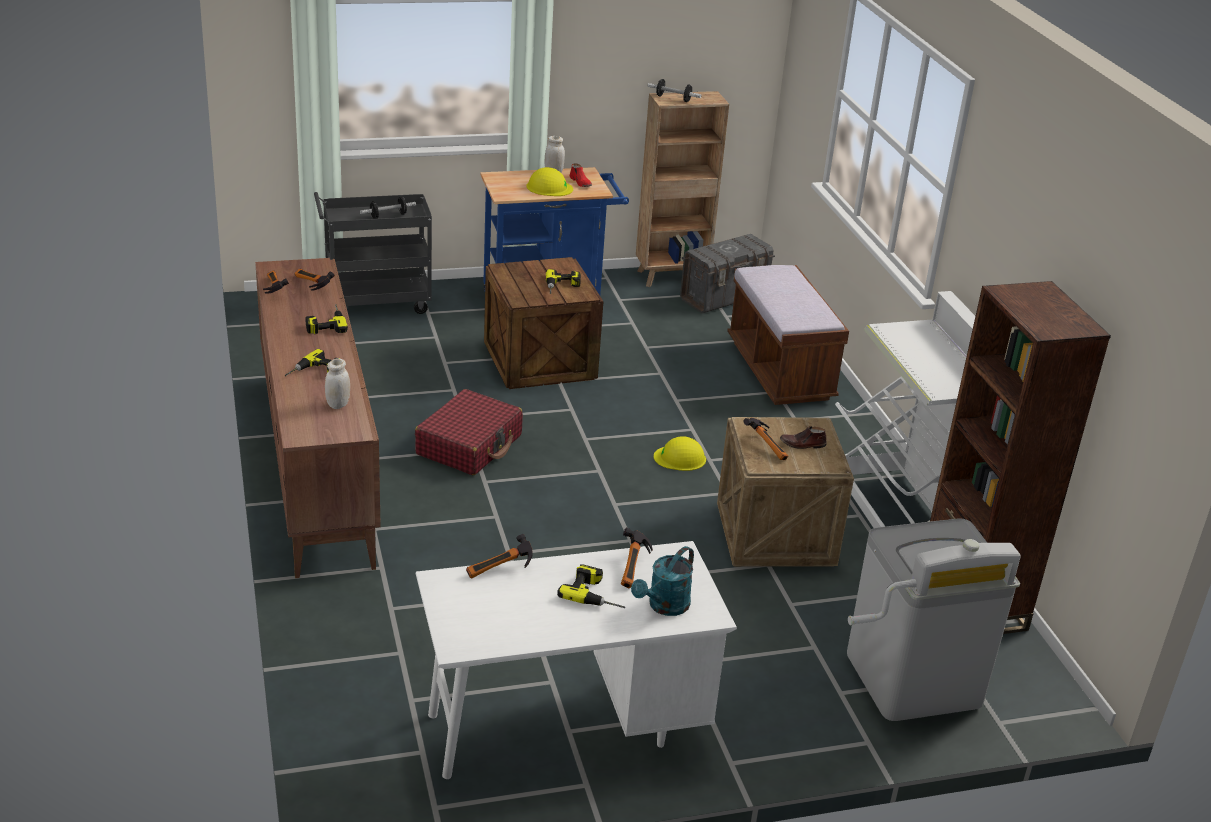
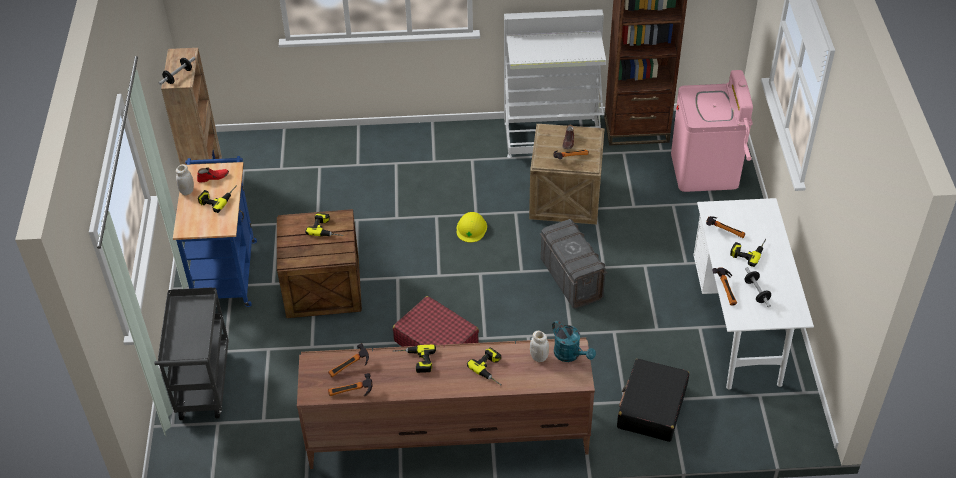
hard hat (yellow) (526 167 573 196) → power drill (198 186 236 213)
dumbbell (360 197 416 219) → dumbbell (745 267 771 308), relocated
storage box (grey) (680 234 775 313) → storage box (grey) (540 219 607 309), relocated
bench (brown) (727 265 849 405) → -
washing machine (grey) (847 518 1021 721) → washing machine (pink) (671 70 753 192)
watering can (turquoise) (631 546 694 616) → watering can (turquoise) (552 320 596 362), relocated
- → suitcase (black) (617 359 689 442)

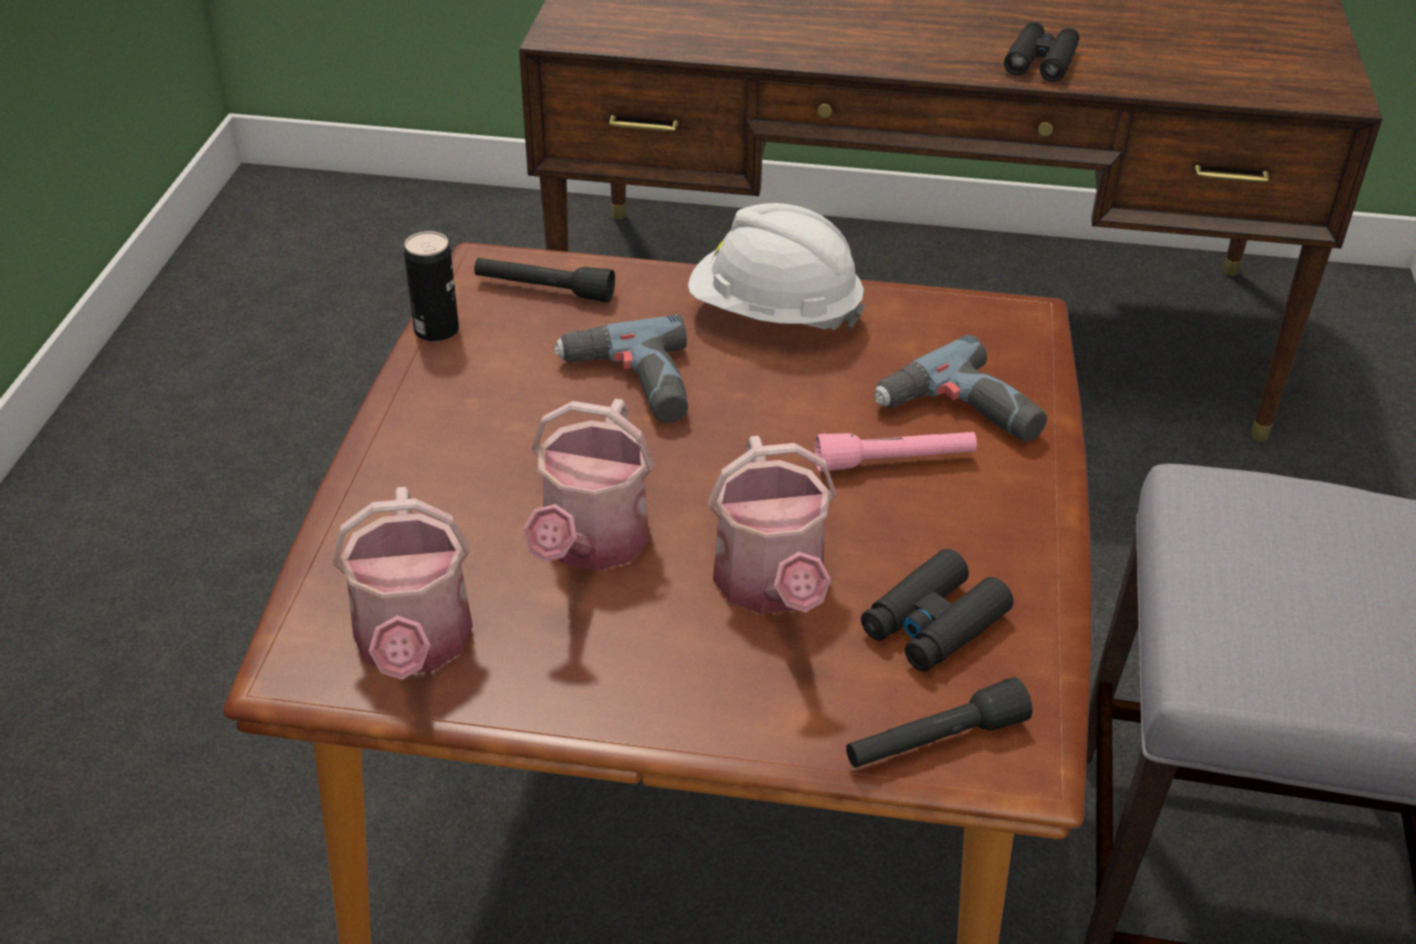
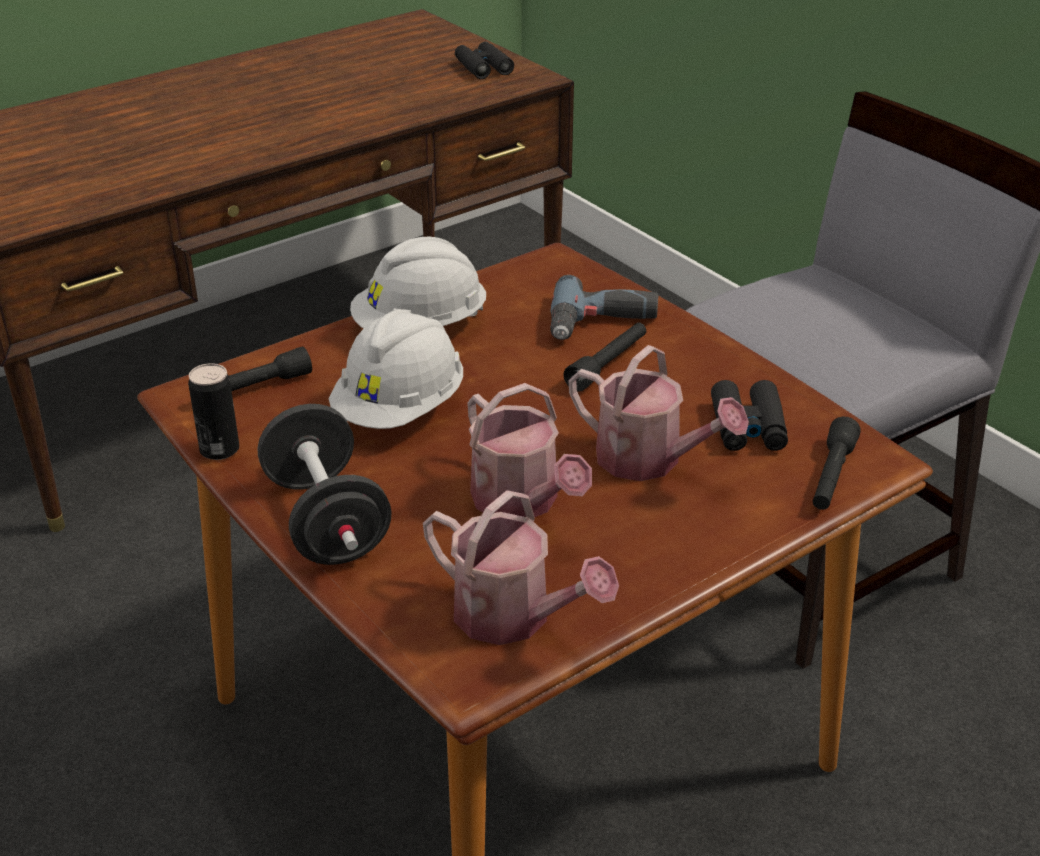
binoculars (black) (1004 22 1079 82) → binoculars (black) (455 41 514 79), relocated
power drill (553 315 688 423) → hard hat (white) (329 310 463 429)
flashlight (pink) (814 432 977 472) → flashlight (black) (563 323 646 392)
- → dumbbell (black) (258 404 392 565)

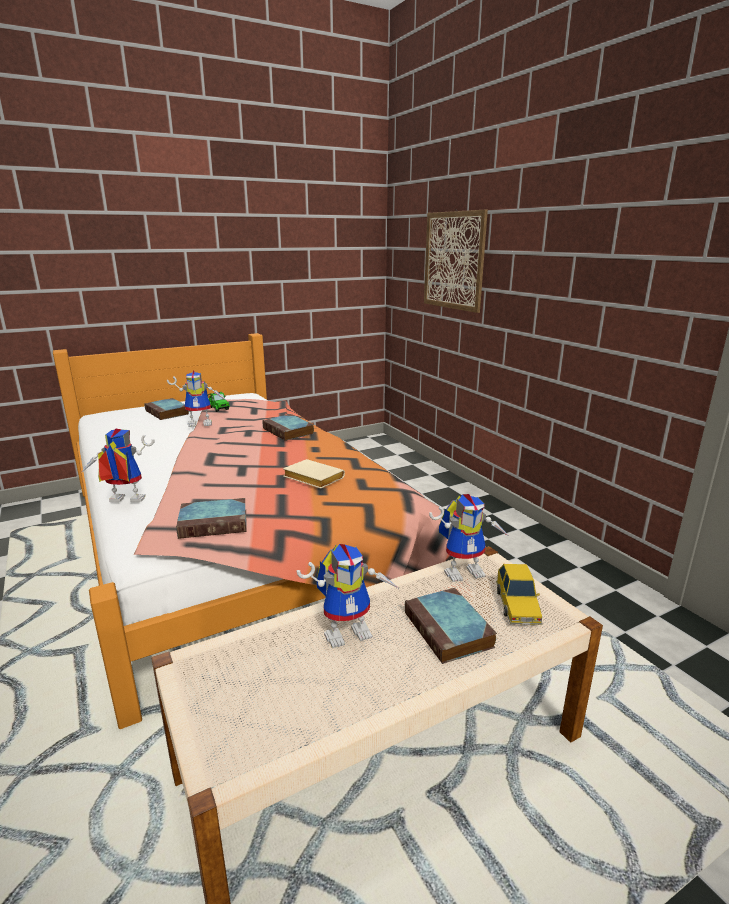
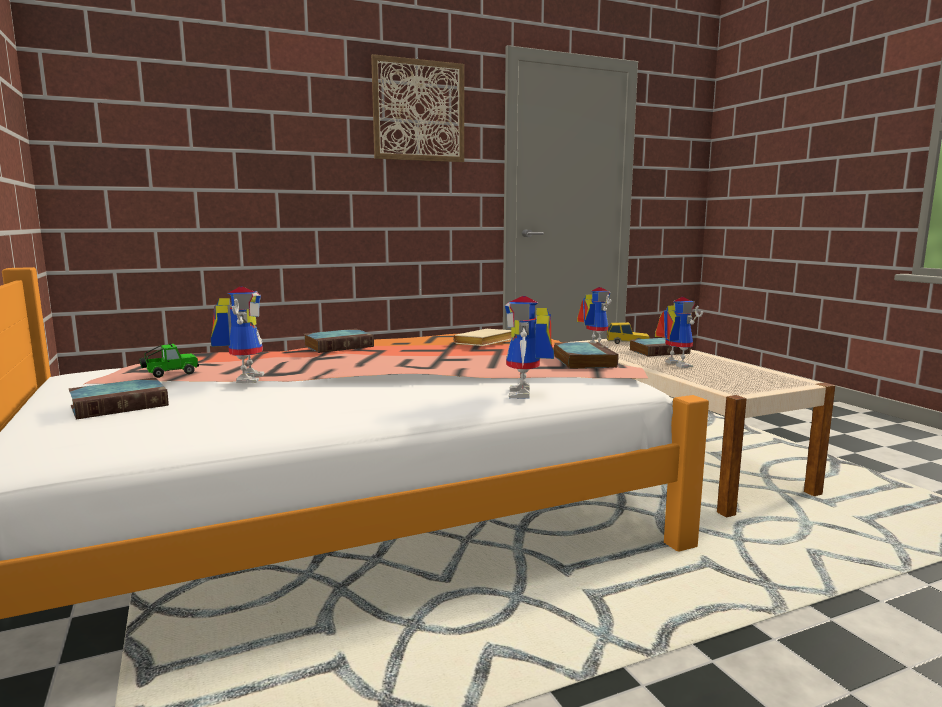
picture (424 210 488 313) → picture (371 54 464 162), relocated

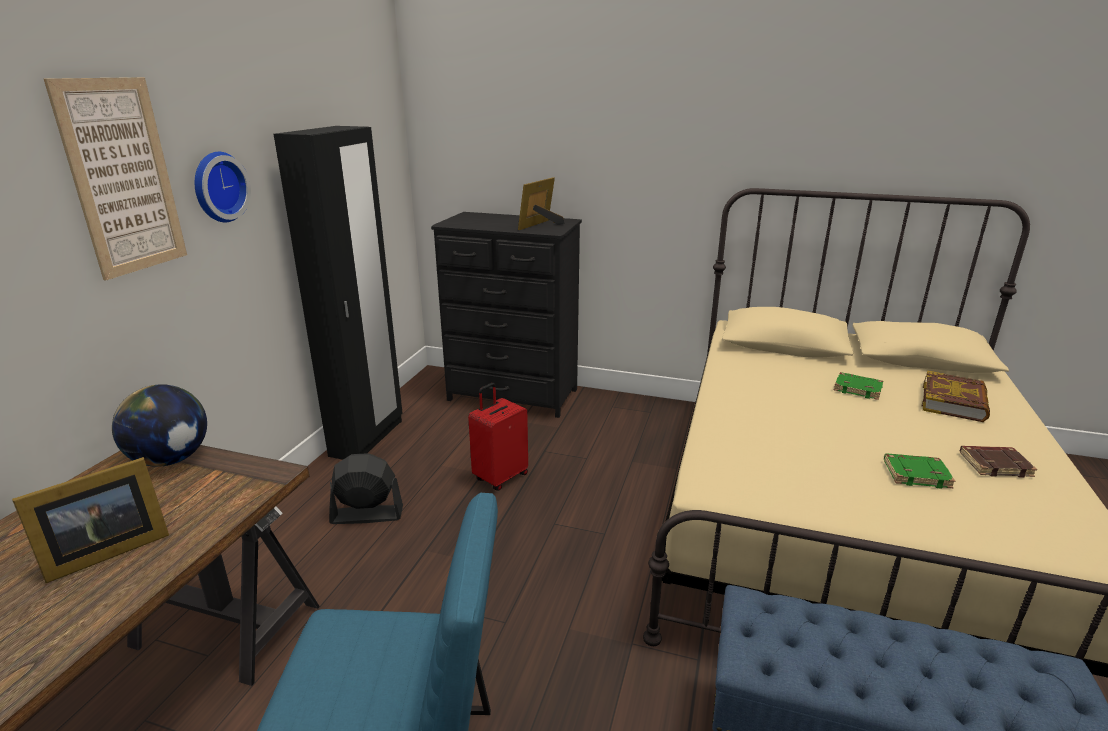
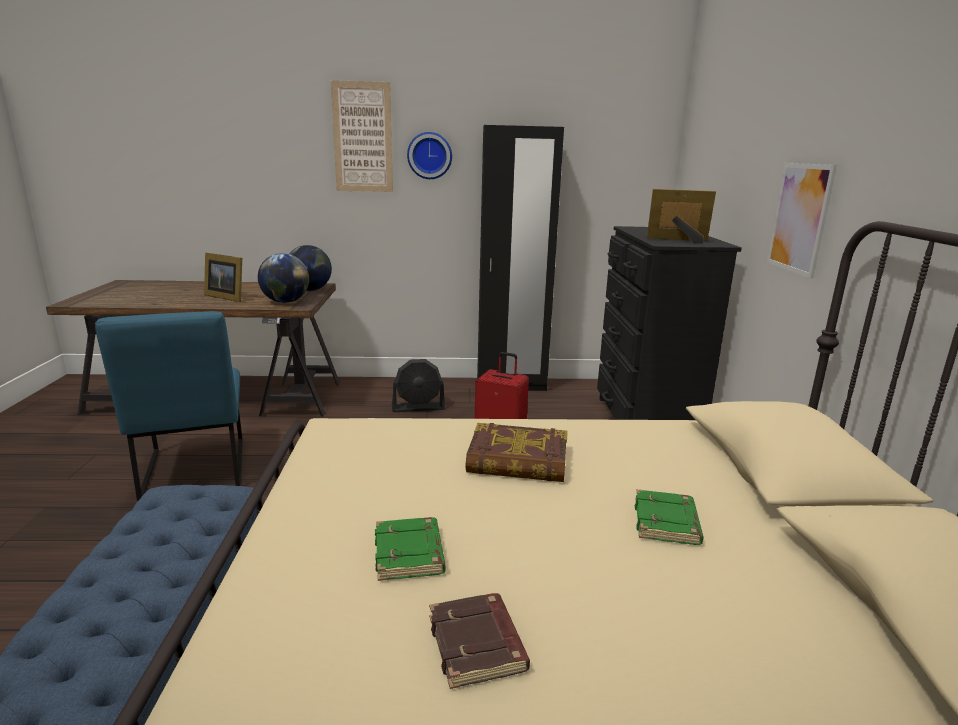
book (922 371 990 422) → book (466 423 568 482), relocated
fan (black) (329 453 403 524) → fan (black) (392 359 445 412), 105 degrees clockwise
- → picture (767 163 837 278)
- → globe (258 253 309 303)

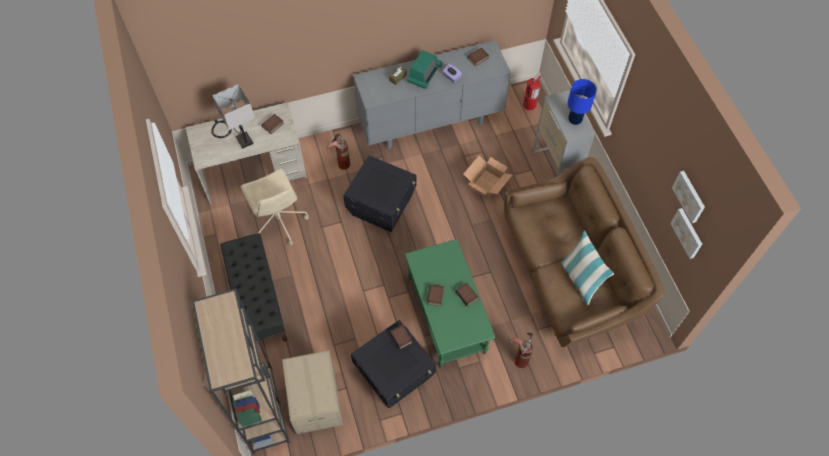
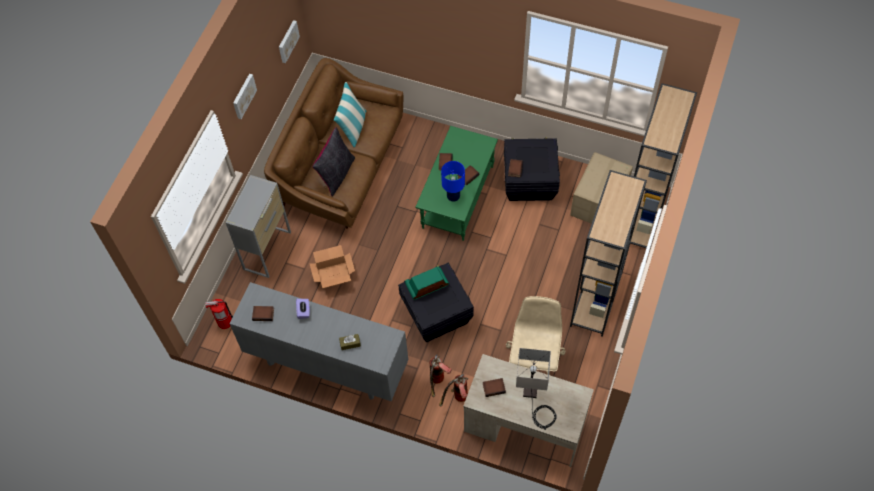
radio (408 50 443 89) → radio (405 266 449 300), relocated
table lamp (blue) (567 79 597 125) → table lamp (blue) (441 161 465 202), relocated
picture (672 171 705 223) → picture (233 74 257 119), relocated
bench (black) (220 233 287 341) → bookcase (570 170 647 337)
fire extinguisher (510 332 533 368) → fire extinguisher (439 374 468 406), relocated
- → pillow (black) (313 127 355 197)

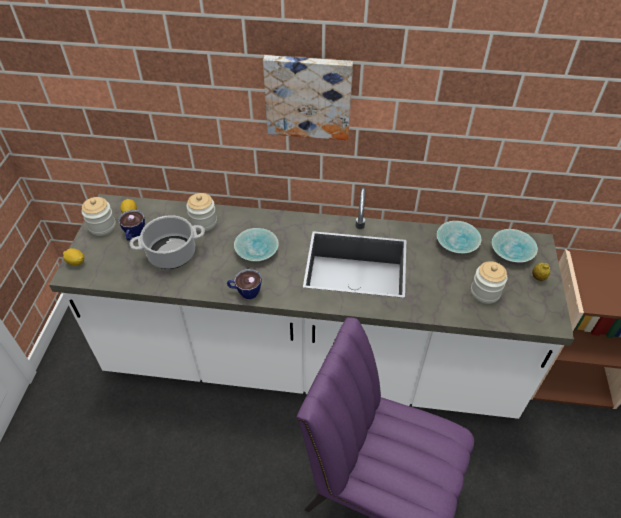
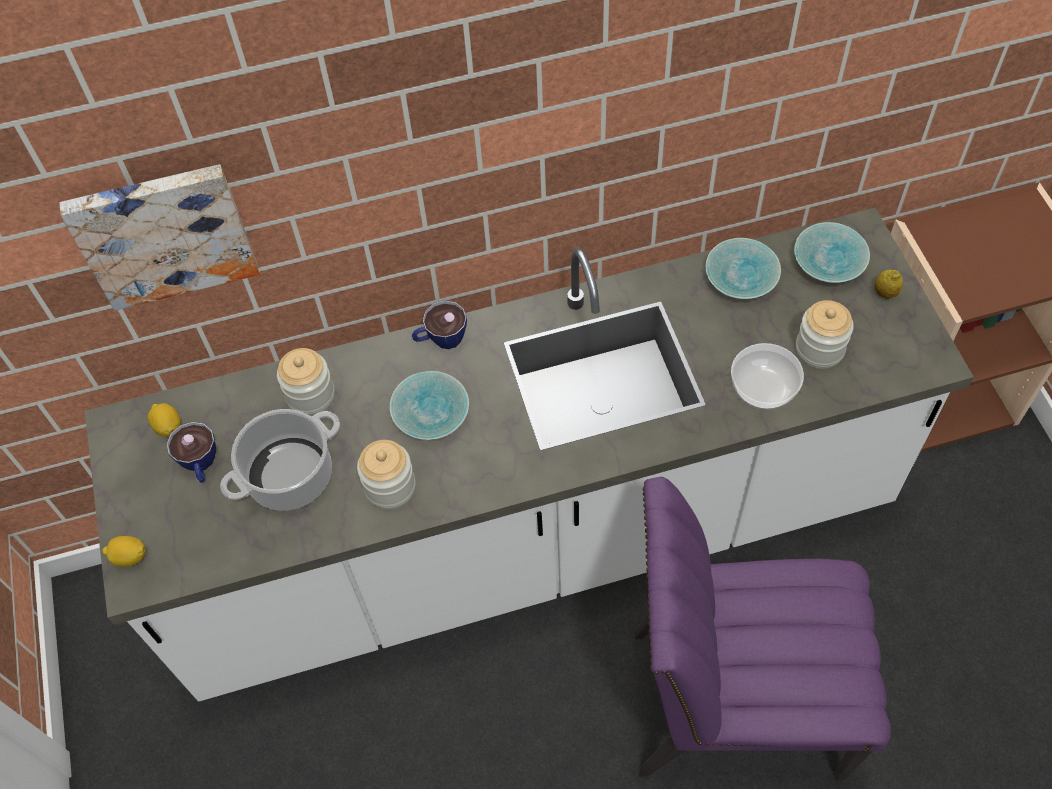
picture (263 55 353 140) → picture (59 164 259 310), relocated
jar (81 197 116 236) → jar (357 440 416 509), relocated
cup (227 269 262 299) → cup (412 300 467 349), relocated
- → bowl (731 343 804 410)

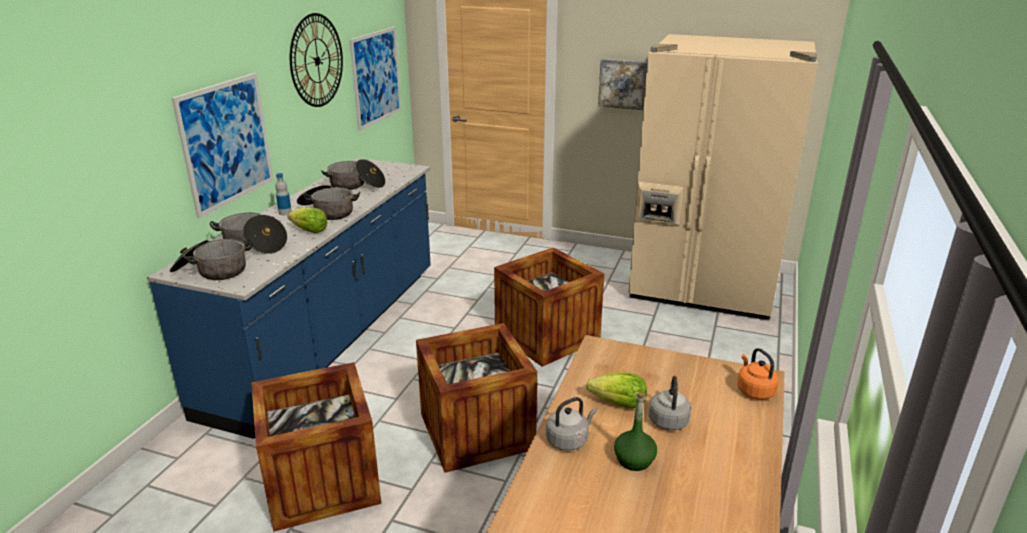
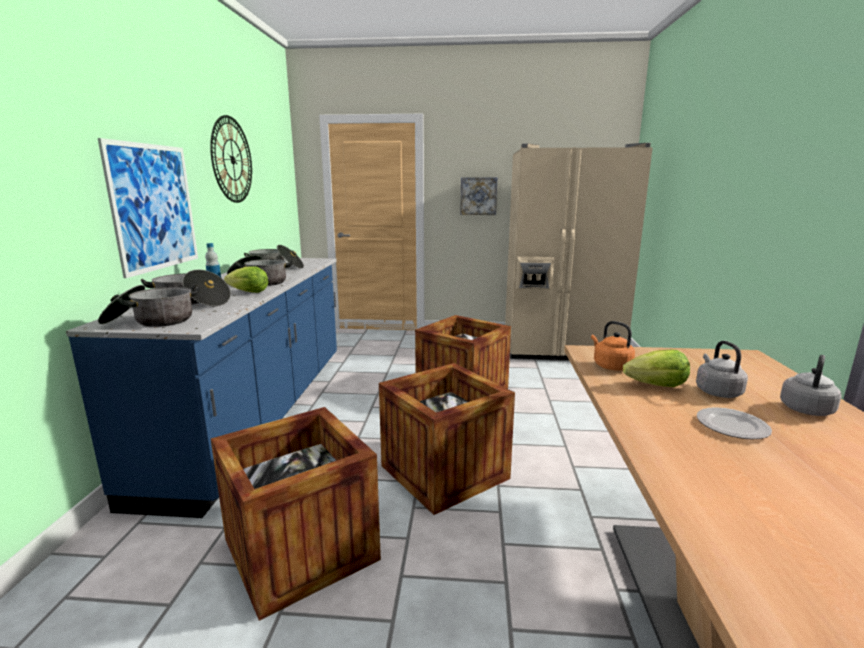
picture (349 27 401 131) → -
kettle (orange) (737 348 779 400) → kettle (orange) (591 321 635 371), relocated
bottle (green) (614 393 657 471) → plate (697 407 772 439)
kettle (grey) (546 397 597 451) → kettle (grey) (780 355 842 416), relocated

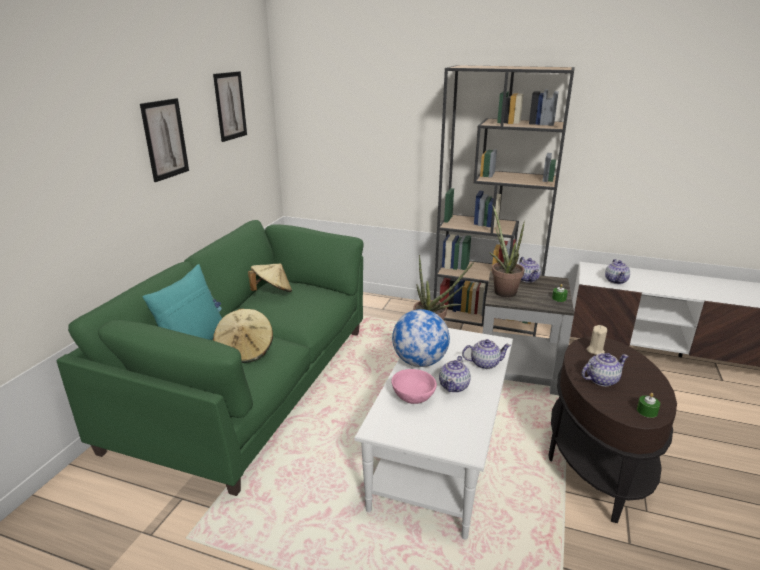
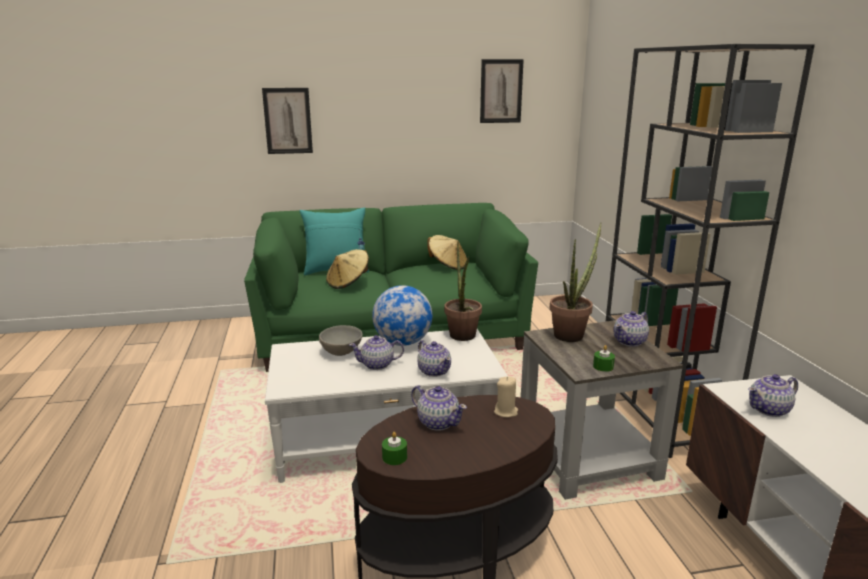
picture (140 98 189 182) → picture (262 88 313 154), relocated
bowl (pink) (391 369 437 404) → bowl (grey) (319 325 363 356)

